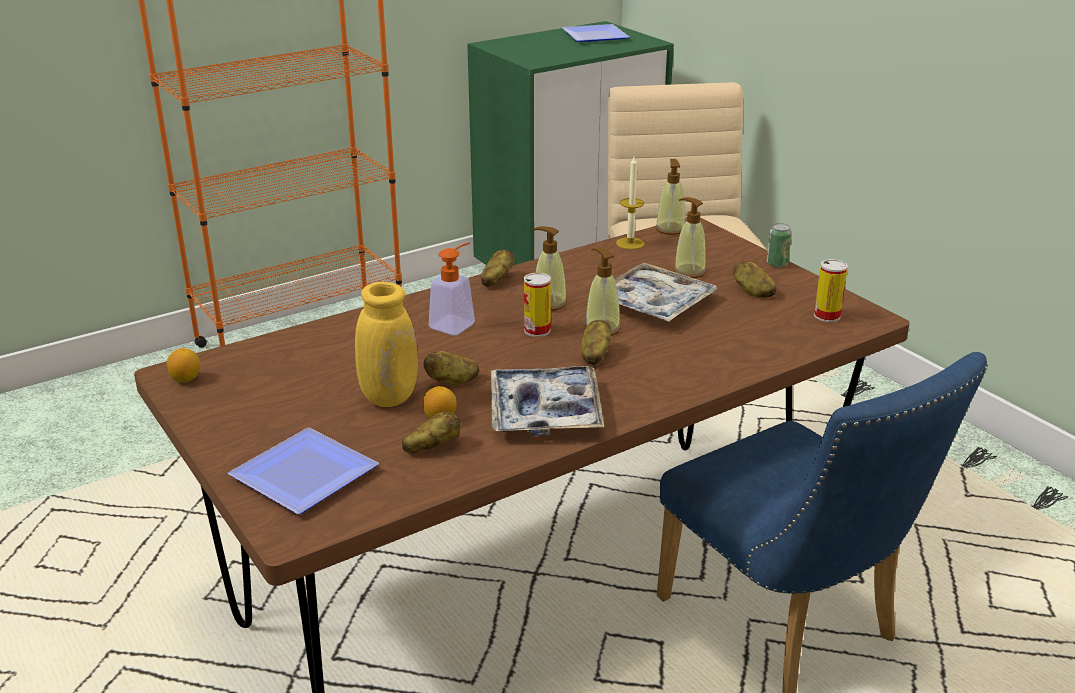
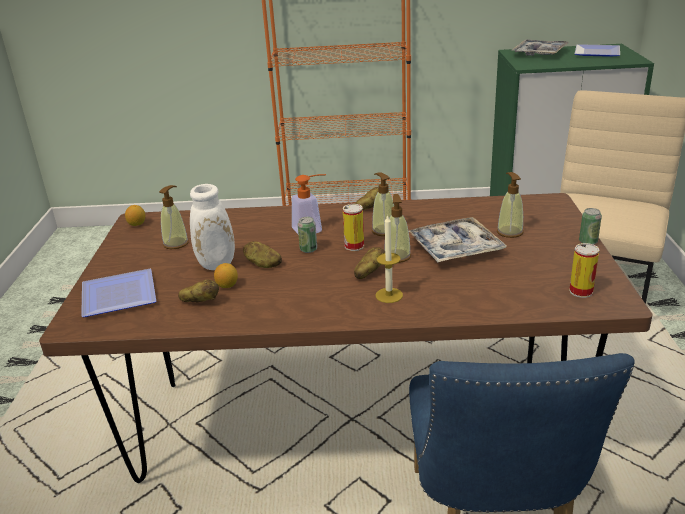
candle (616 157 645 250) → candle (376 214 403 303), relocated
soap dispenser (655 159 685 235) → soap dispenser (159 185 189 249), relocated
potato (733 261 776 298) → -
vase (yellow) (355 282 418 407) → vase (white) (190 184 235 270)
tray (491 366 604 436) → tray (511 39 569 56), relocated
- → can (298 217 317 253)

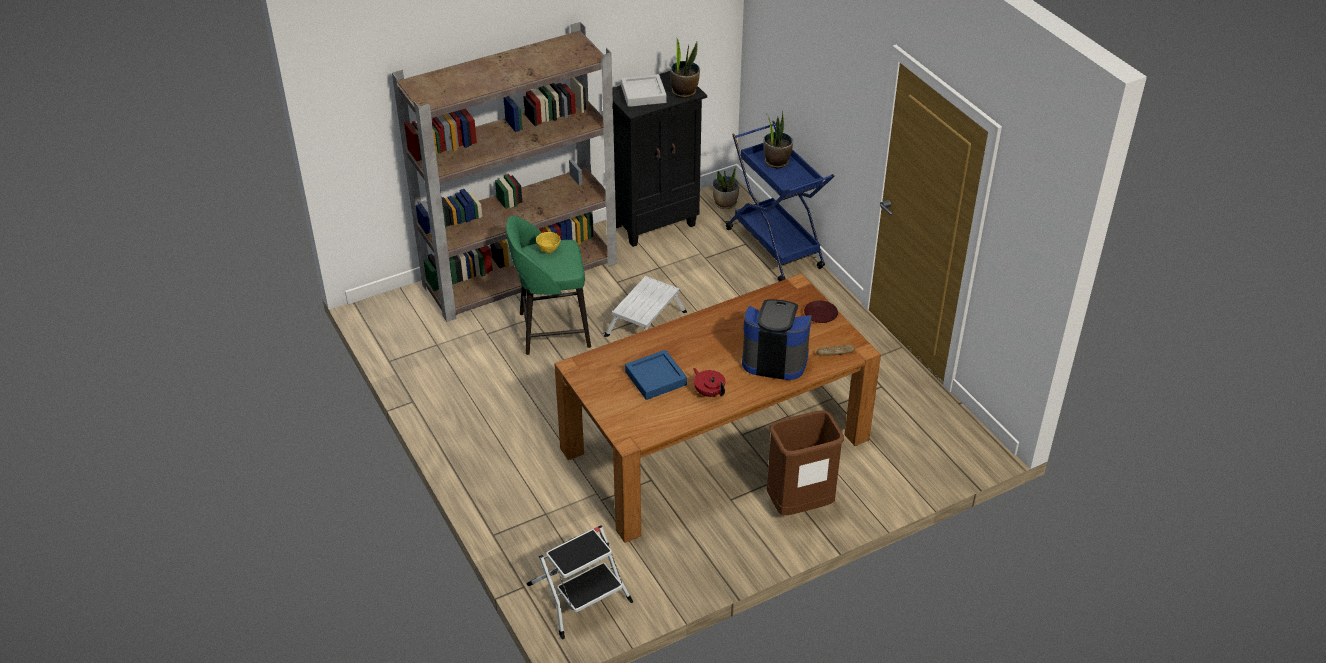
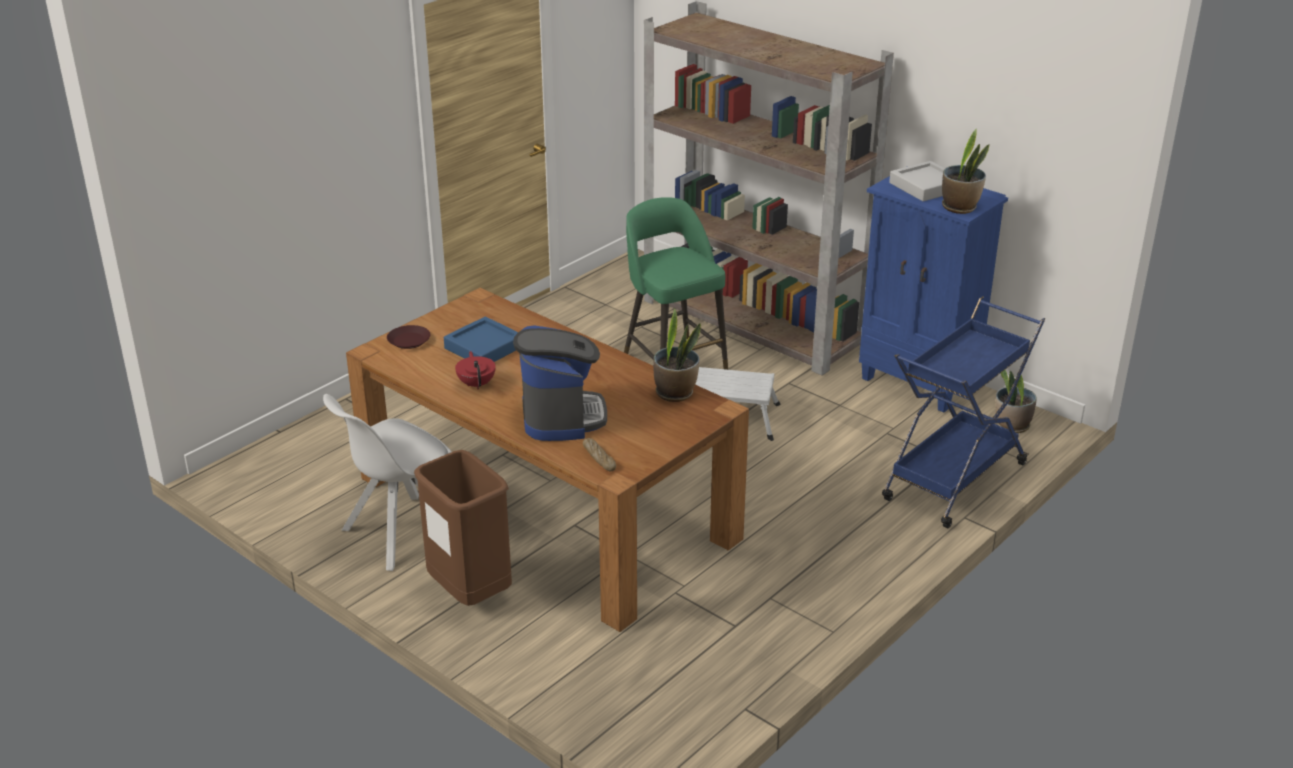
cabinet (black) (612 71 707 247) → cabinet (blue) (859 166 1008 412)
potted plant (763 110 793 169) → potted plant (653 308 701 402), relocated
bowl (yellow) (536 232 561 253) → -
plate (brown) (804 301 838 323) → plate (brown) (387 325 431 349), relocated
teapot (red) (693 368 725 397) → teapot (red) (455 351 496 389), 45 degrees counterclockwise
step ladder (526 525 633 640) → -
- → chair (white) (323 394 451 571)

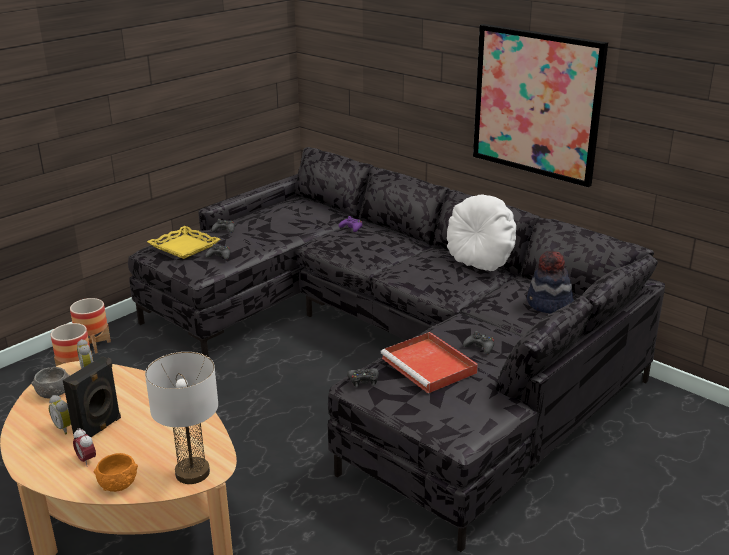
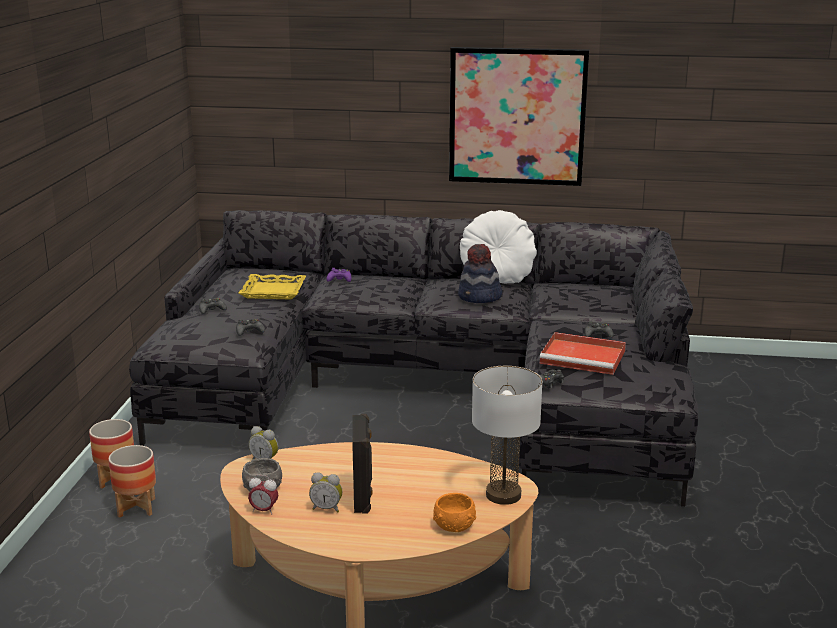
tray (yellow) (147 226 221 259) → tray (yellow) (239 274 306 300), relocated
hat (527 250 574 313) → hat (458 244 502 303), relocated
alarm clock (73 428 96 467) → alarm clock (248 475 278 514), relocated

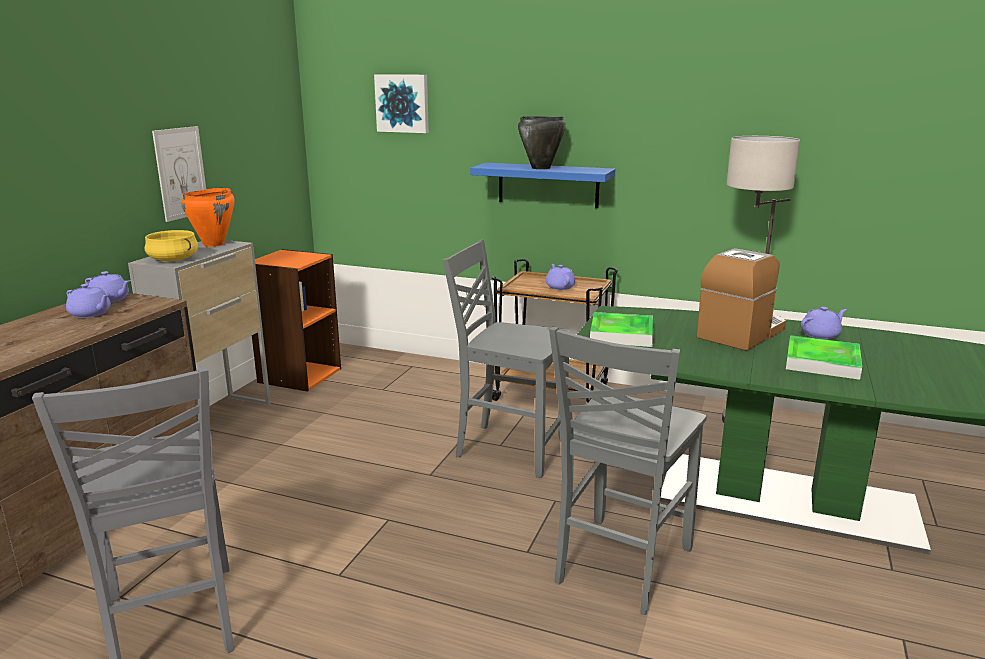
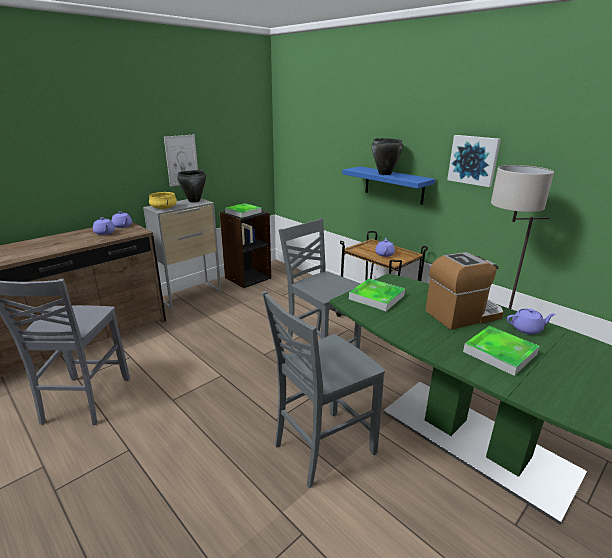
picture (374 74 429 133) → picture (447 135 501 187), relocated
cooking pot (orange) (181 188 235 247) → cooking pot (black) (177 170 206 203)
bookcase (orange) (252 249 341 392) → bookcase (black) (220 210 271 288)
- → tray (225 203 262 218)

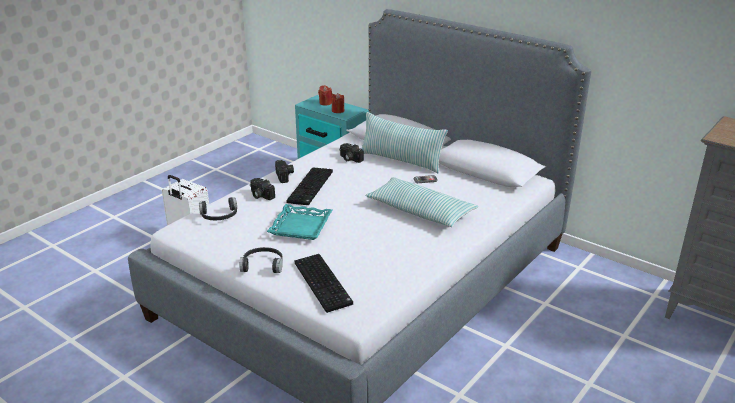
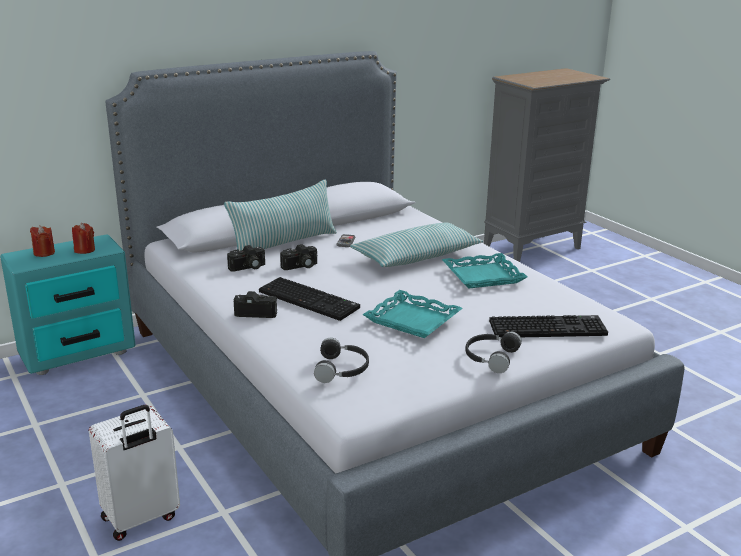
photo camera (250 178 275 200) → photo camera (280 244 317 270), relocated
- → tray (turquoise) (442 253 527 289)

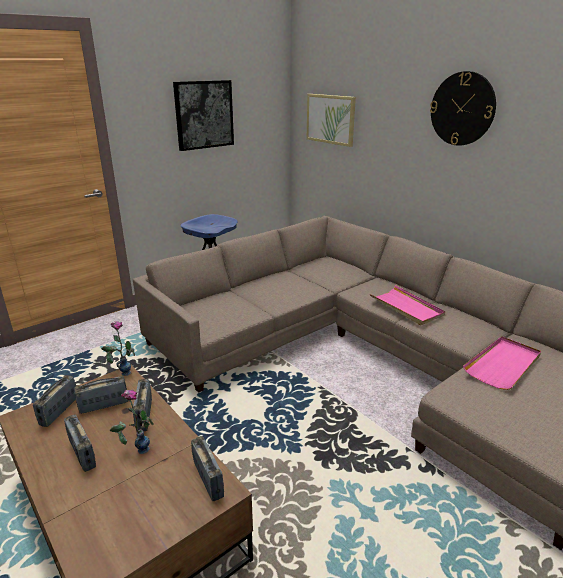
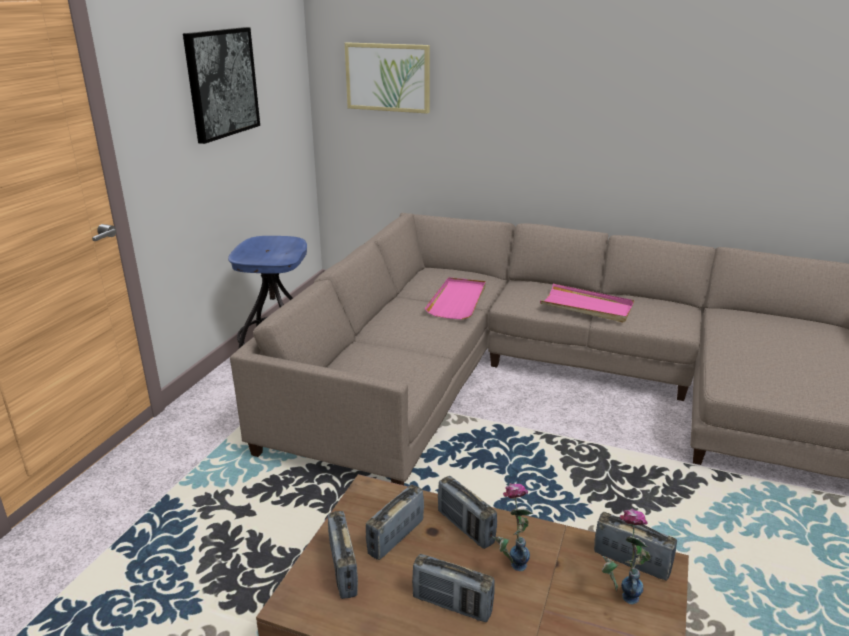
wall clock (430 71 496 146) → -
vase (101 321 135 376) → vase (602 508 651 605), relocated
tray (pink) (463 336 541 390) → tray (pink) (425 277 486 320), relocated

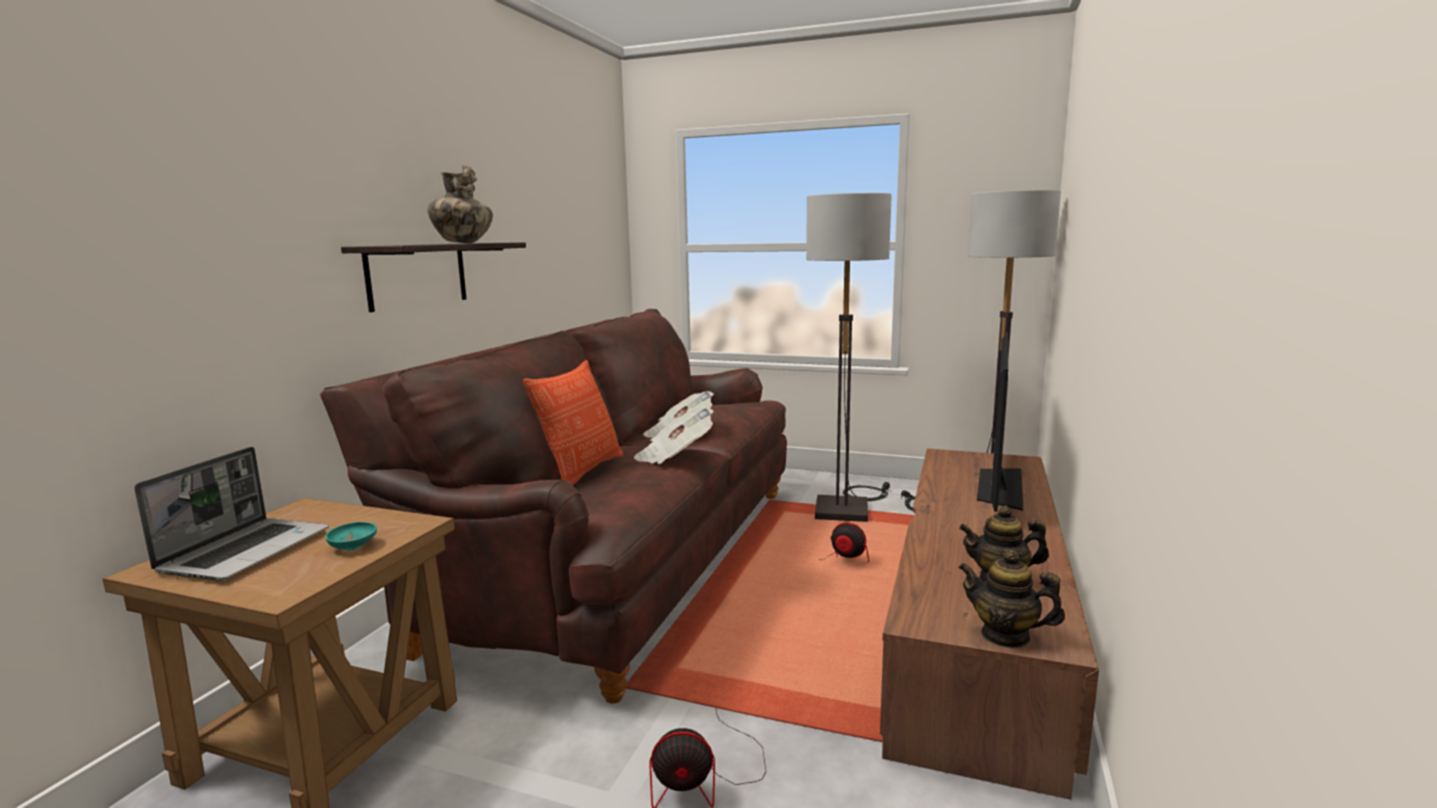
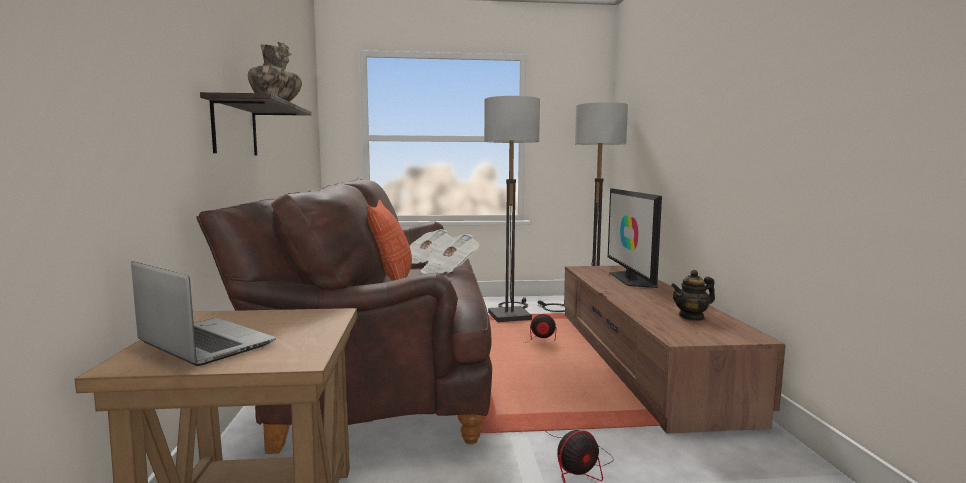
laptop (134 447 329 581) → laptop (131 261 276 366), 45 degrees counterclockwise
bowl (turquoise) (325 522 377 551) → -
teapot (958 550 1065 648) → -

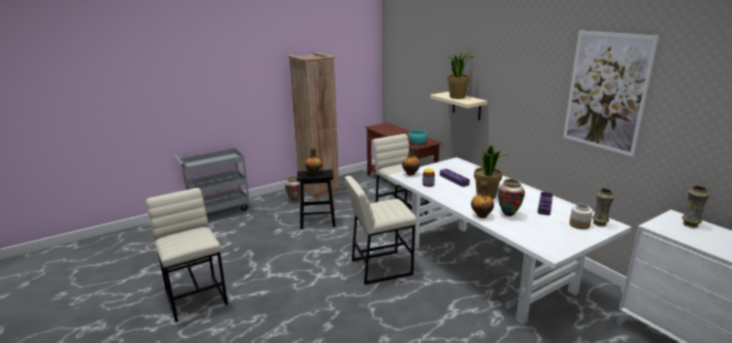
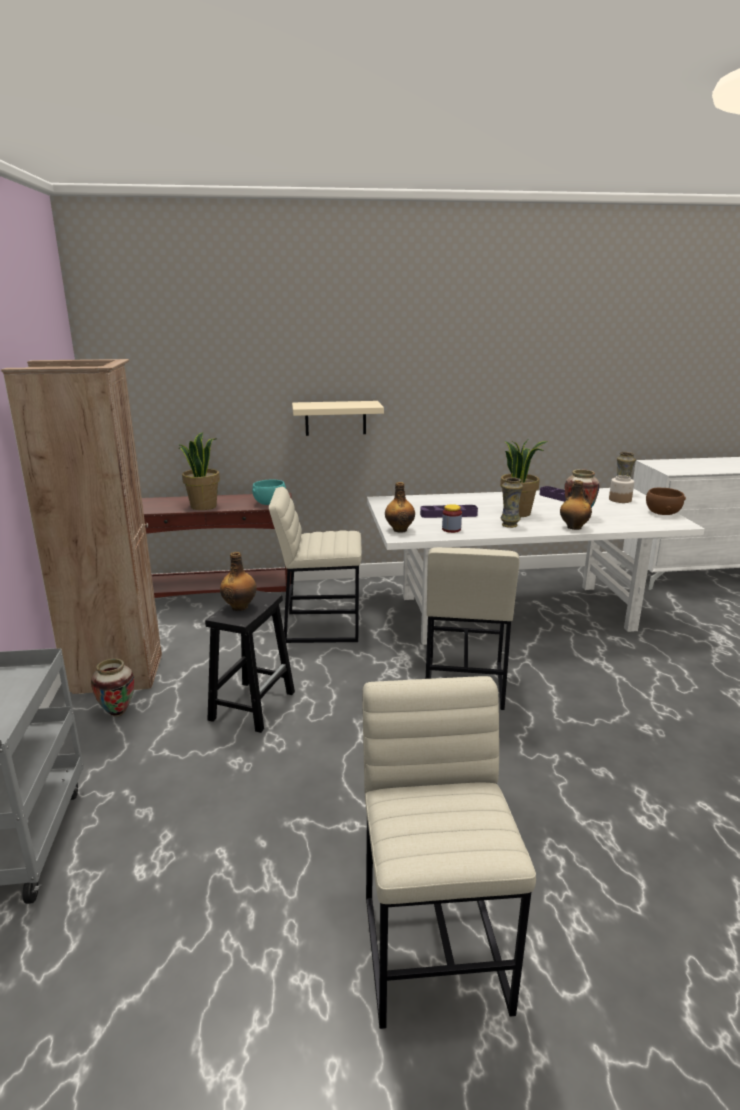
picture (564 31 659 157) → -
potted plant (447 52 475 99) → potted plant (179 432 220 510), relocated
vase (682 185 710 228) → vase (500 477 523 528), relocated
chair (beige) (146 188 228 322) → chair (beige) (362 676 536 1029), 90 degrees clockwise
- → bowl (brown) (646 488 686 515)

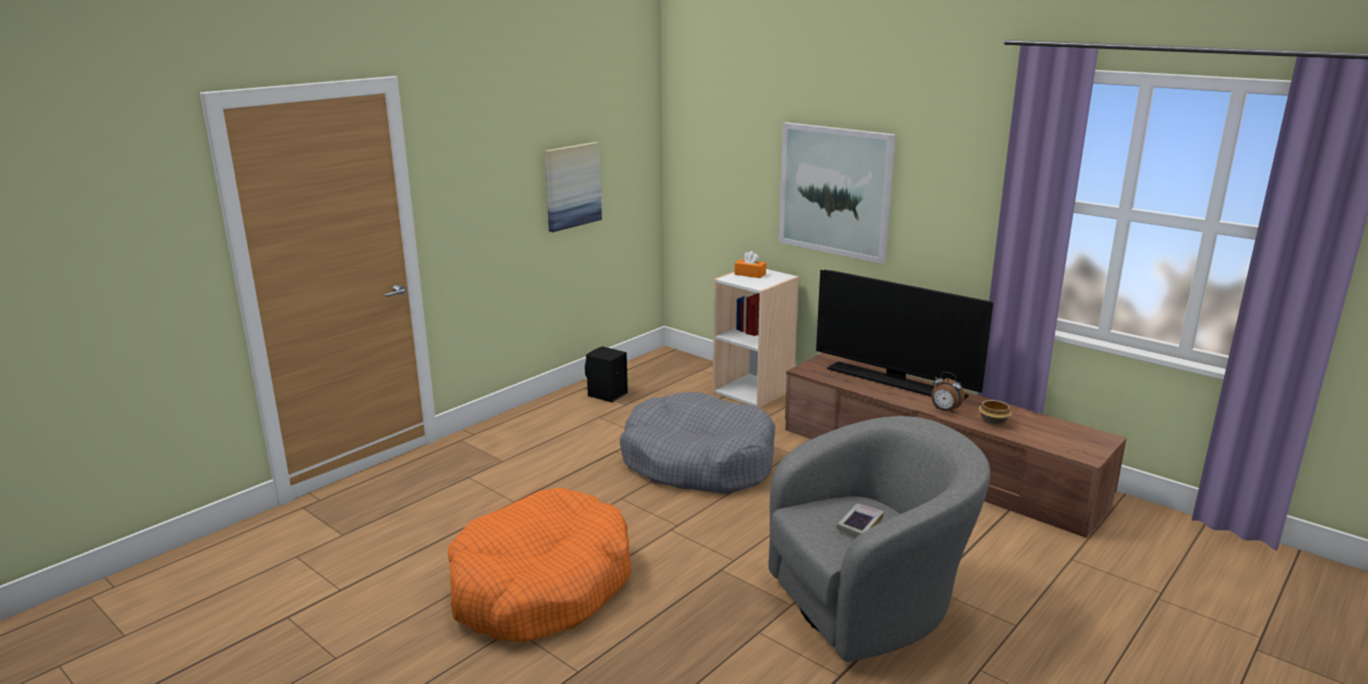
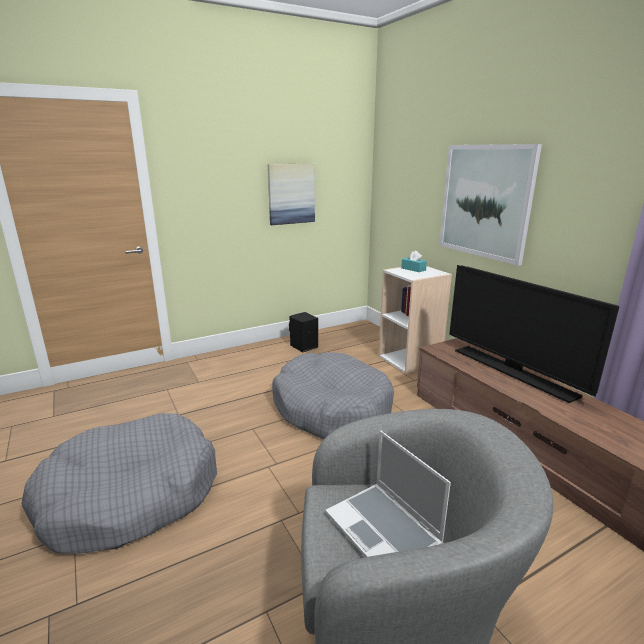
tissue box (orange) (735 251 766 278) → tissue box (turquoise) (401 251 427 272)
alarm clock (931 372 965 413) → -
bowl (978 400 1012 426) → -
dog bed (orange) (448 487 632 642) → dog bed (grey) (21 413 217 554)
book (836 503 884 537) → laptop (325 430 451 557)

